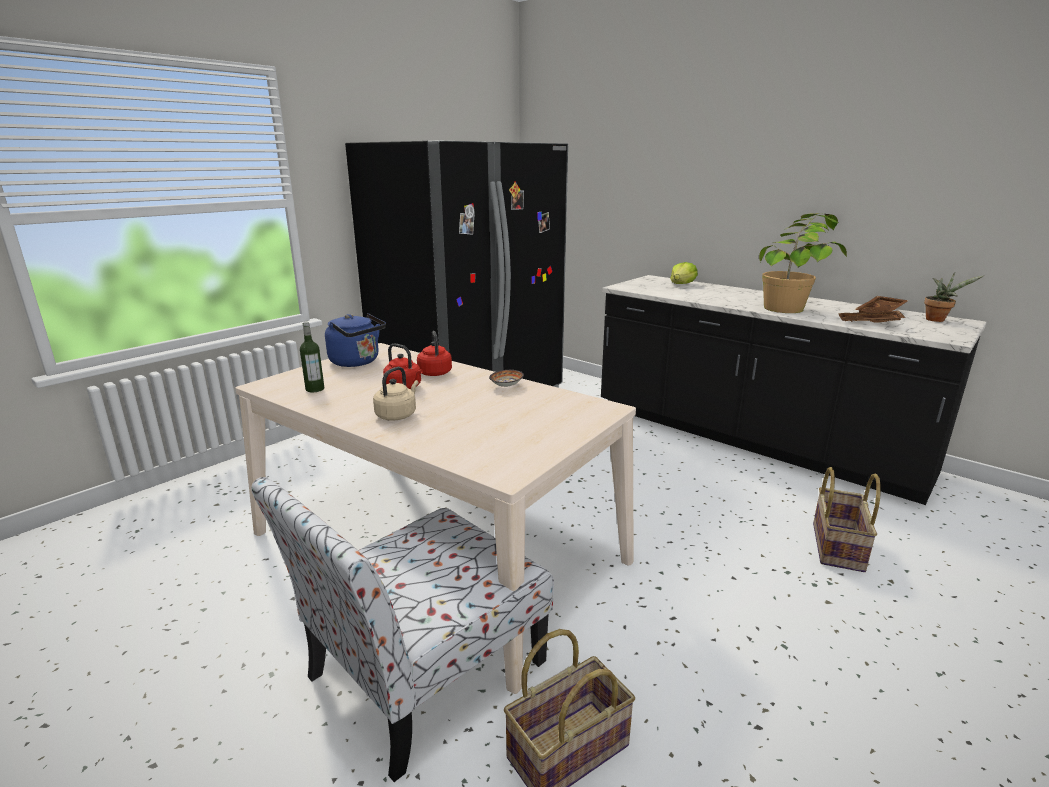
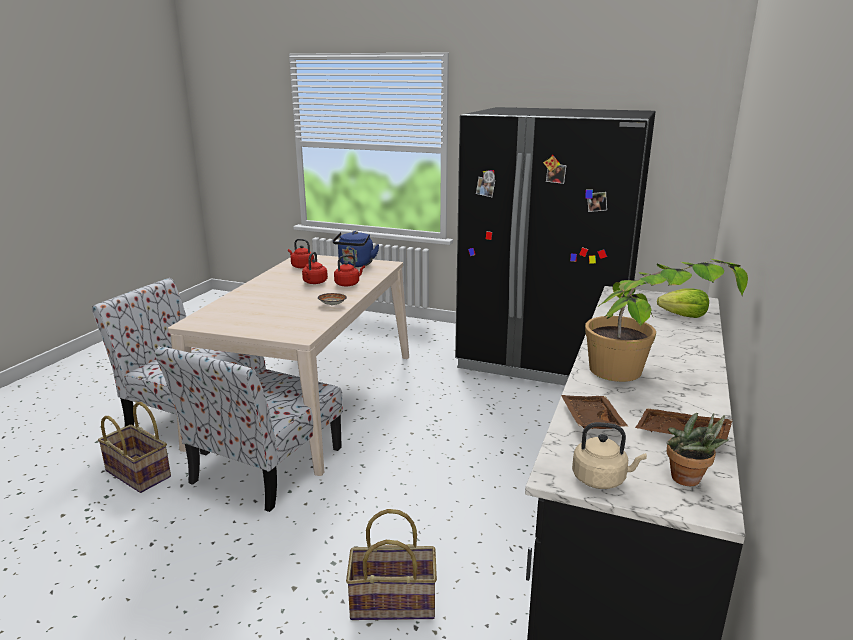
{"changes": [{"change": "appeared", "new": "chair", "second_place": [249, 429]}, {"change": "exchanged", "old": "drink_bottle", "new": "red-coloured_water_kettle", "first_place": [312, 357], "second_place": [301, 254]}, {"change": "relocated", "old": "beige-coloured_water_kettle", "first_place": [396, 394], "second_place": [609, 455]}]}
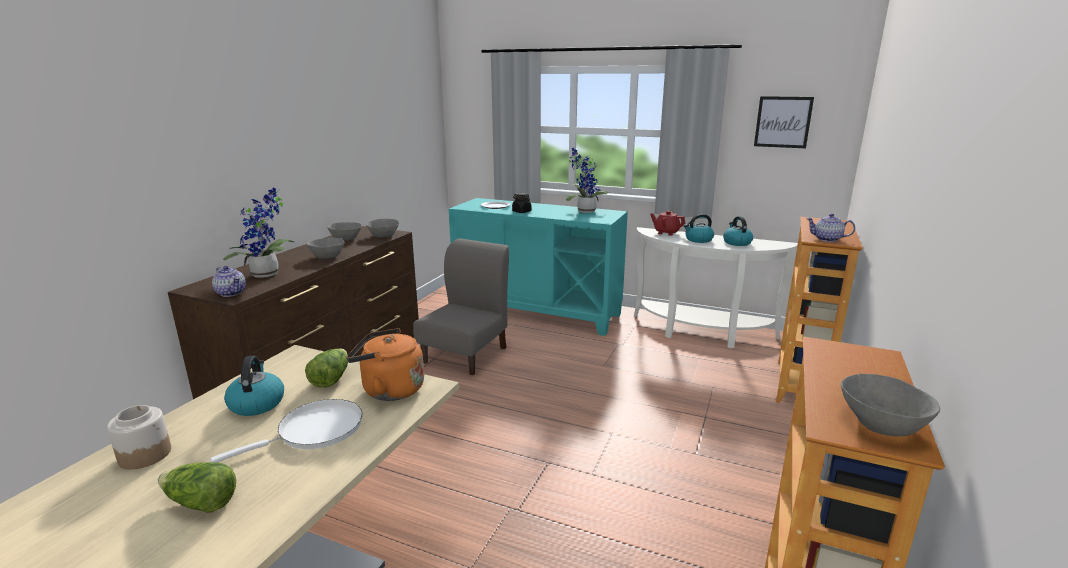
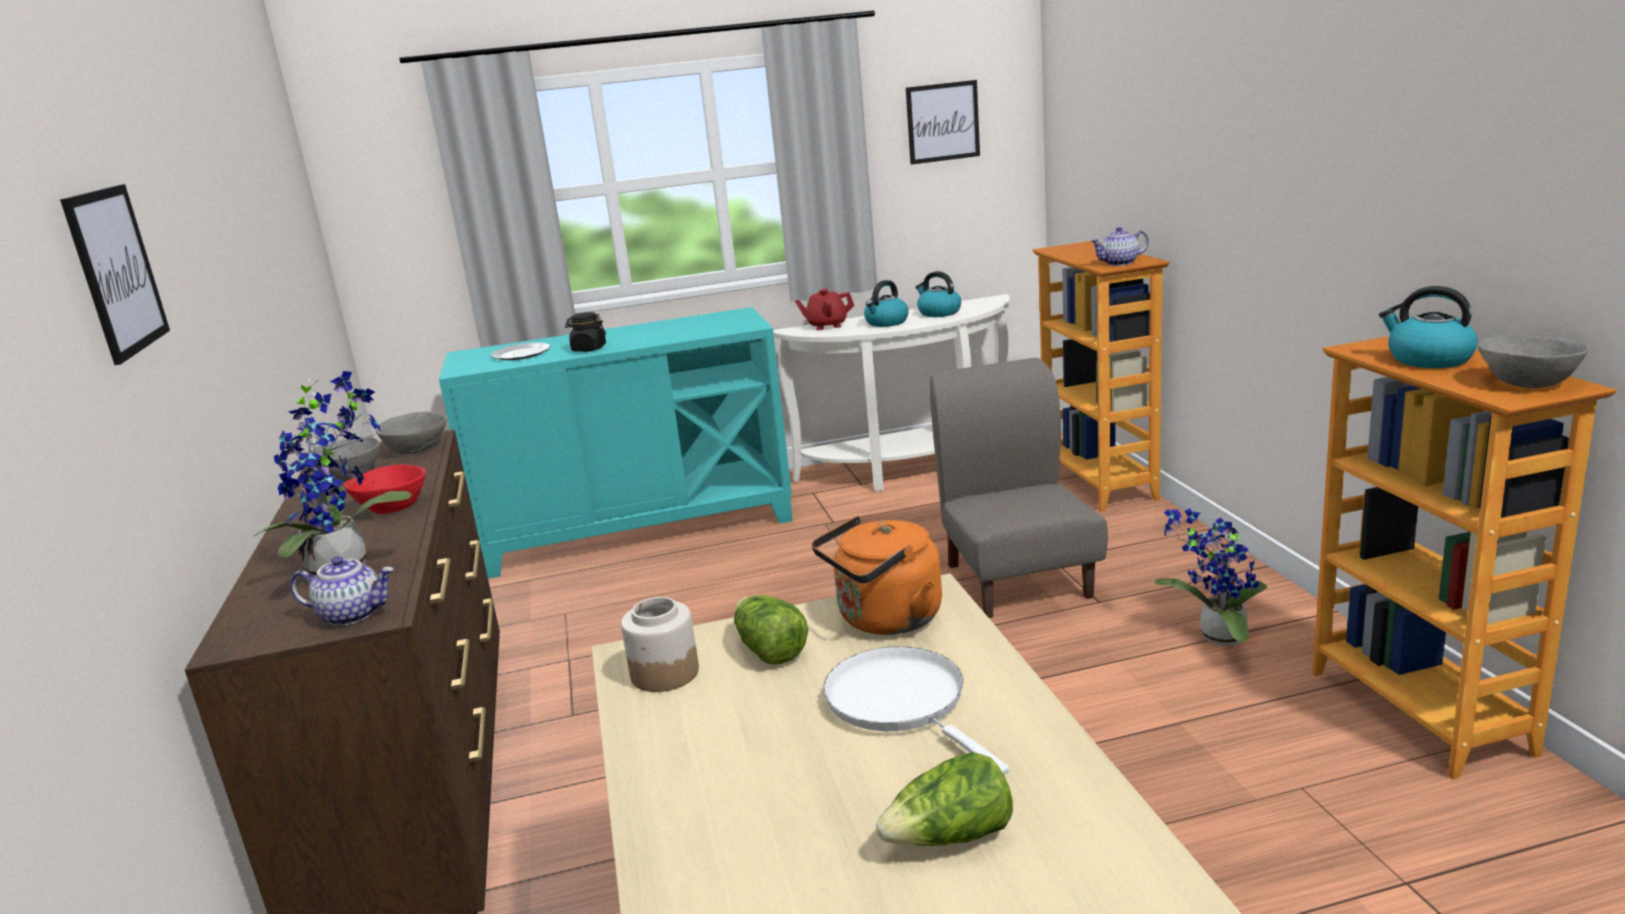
{"changes": [{"change": "appeared", "new": "wall_picture", "second_place": [115, 274]}, {"change": "colour", "old": "gray_deep_dish", "new": "red-coloured_deep_dish", "first_place": [325, 248], "second_place": [385, 489]}, {"change": "relocated", "old": "jar", "first_place": [139, 437], "second_place": [660, 644]}, {"change": "spun", "old": "whitish_frying_pan", "first_place": [286, 431], "second_place": [916, 710], "degrees": -45}, {"change": "relocated", "old": "gray_chair", "first_place": [461, 306], "second_place": [1019, 488]}, {"change": "relocated", "old": "houseplant", "first_place": [587, 180], "second_place": [1210, 577]}, {"change": "relocated", "old": "water_kettle", "first_place": [254, 386], "second_place": [1428, 327]}]}
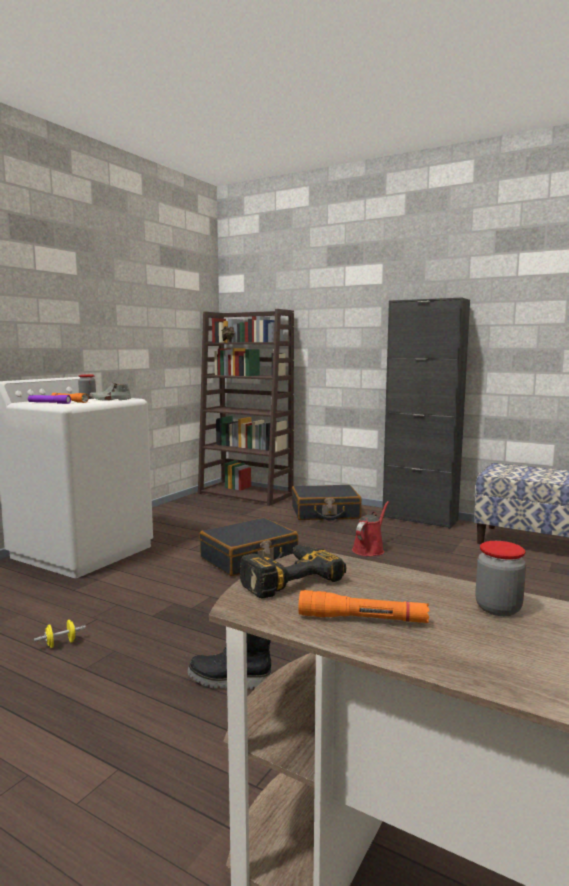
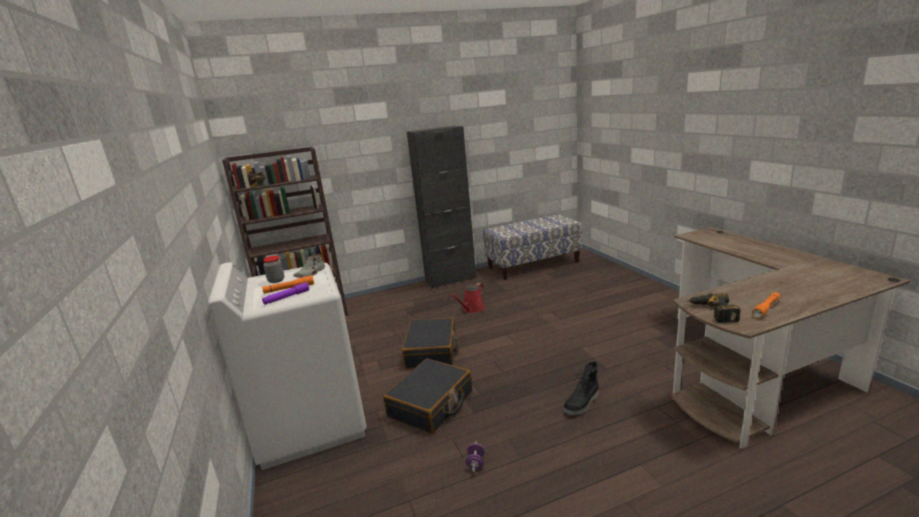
{"changes": [{"change": "relocated", "old": "black-coloured_travel_case", "first_place": [326, 502], "second_place": [427, 396]}, {"change": "spun", "old": "red-coloured_sprinkling_can", "first_place": [370, 528], "second_place": [467, 298], "degrees": -120}, {"change": "colour", "old": "yellow-coloured_dumbbell", "new": "purplish_dumbbell", "first_place": [60, 634], "second_place": [475, 457]}, {"change": "missing", "old": "jar", "first_place": [500, 578]}]}
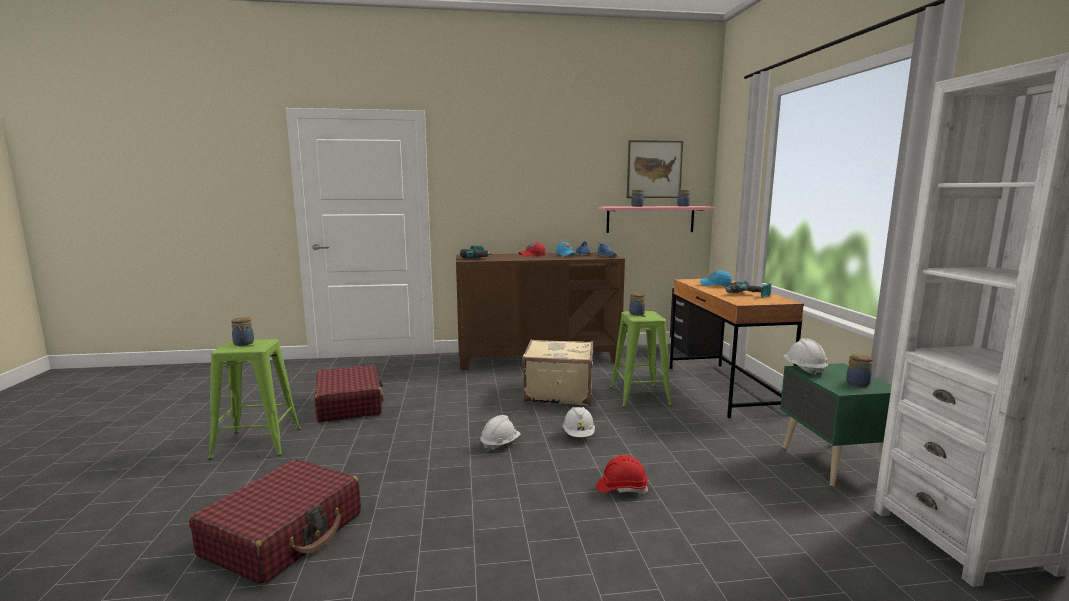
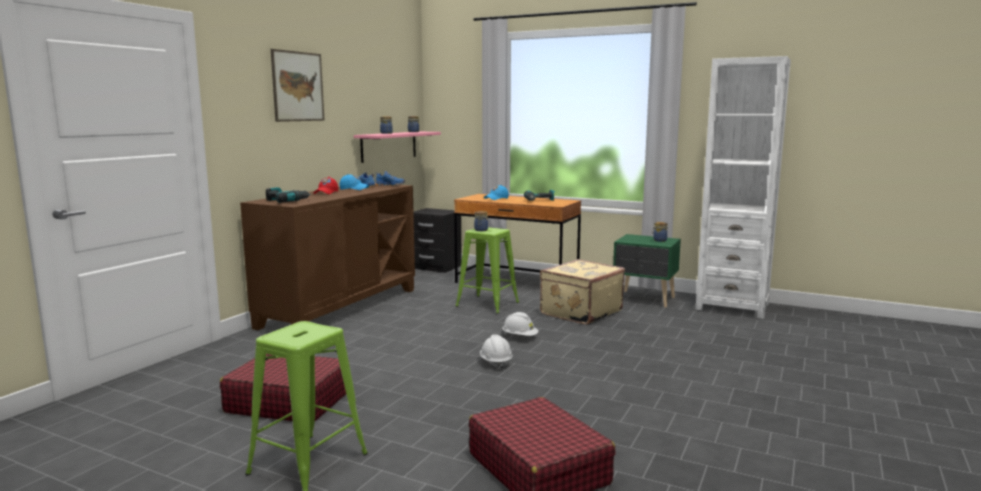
{"changes": [{"change": "relocated", "old": "wall_picture", "first_place": [655, 169], "second_place": [298, 85]}, {"change": "relocated", "old": "beige-coloured_travel_case", "first_place": [557, 372], "second_place": [582, 292]}, {"change": "missing", "old": "jar", "first_place": [242, 331]}, {"change": "missing", "old": "red-coloured_safety_helmet", "first_place": [622, 474]}, {"change": "missing", "old": "whitish_safety_helmet", "first_place": [805, 357]}]}
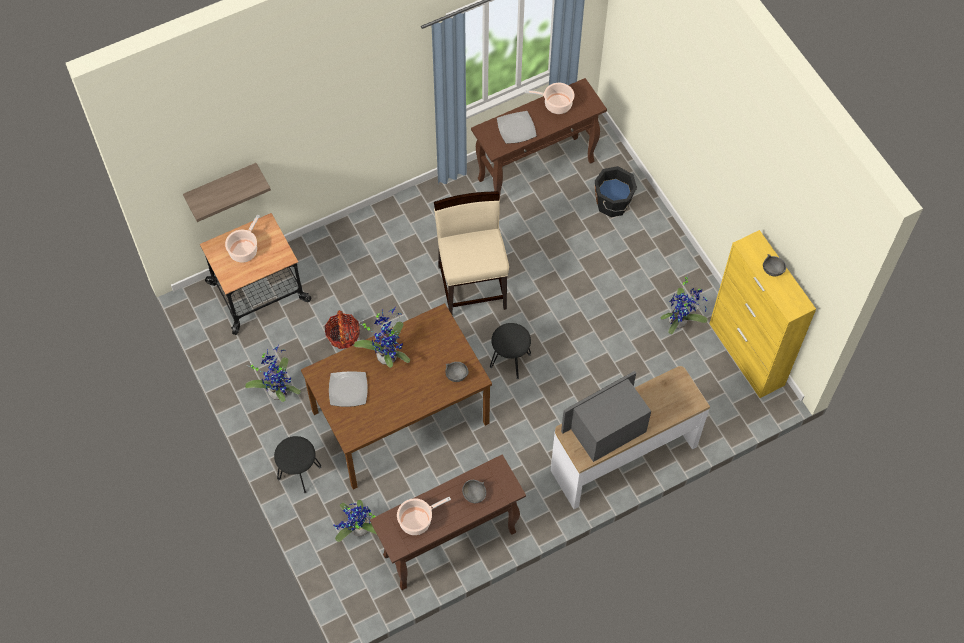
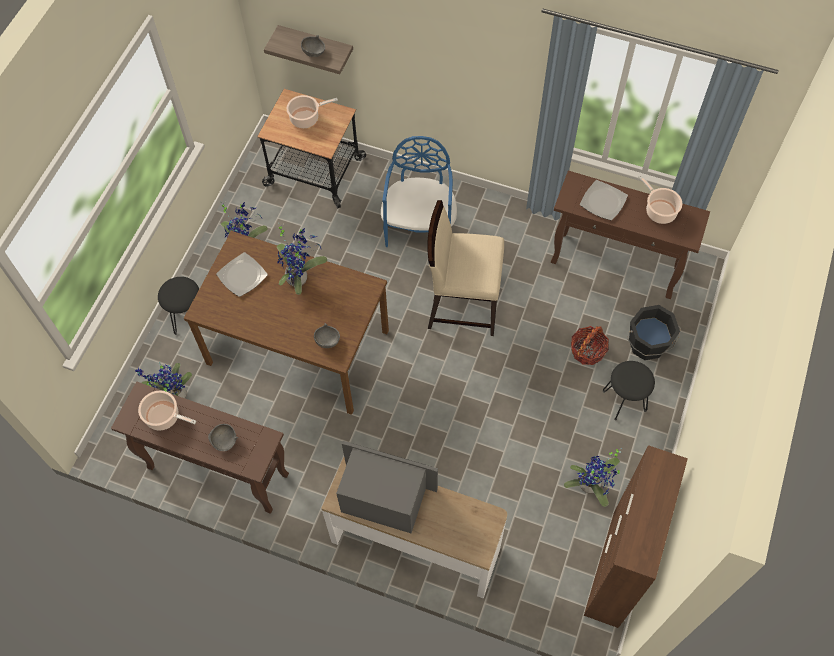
{"changes": [{"change": "relocated", "old": "gray_deep_dish", "first_place": [774, 265], "second_place": [313, 46]}, {"change": "appeared", "new": "blue-coloured_chair", "second_place": [419, 191]}, {"change": "spun", "old": "beige-coloured_chair", "first_place": [471, 253], "second_place": [465, 268], "degrees": -120}, {"change": "relocated", "old": "household_basket", "first_place": [342, 329], "second_place": [590, 345]}, {"change": "colour", "old": "yellow-coloured_storage_cabinet", "new": "brown_storage_cabinet", "first_place": [762, 314], "second_place": [636, 536]}, {"change": "relocated", "old": "black-coloured_stool_seat", "first_place": [510, 351], "second_place": [629, 390]}]}
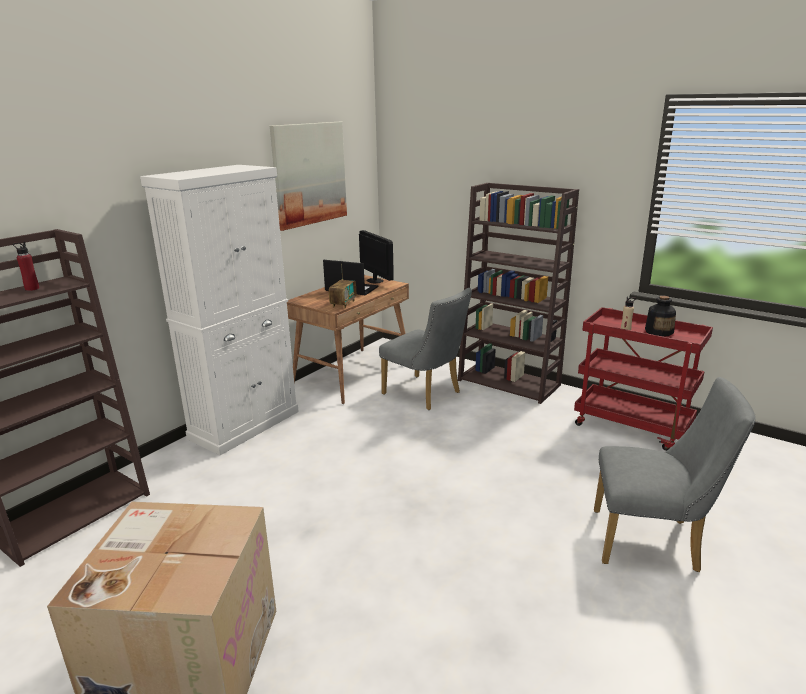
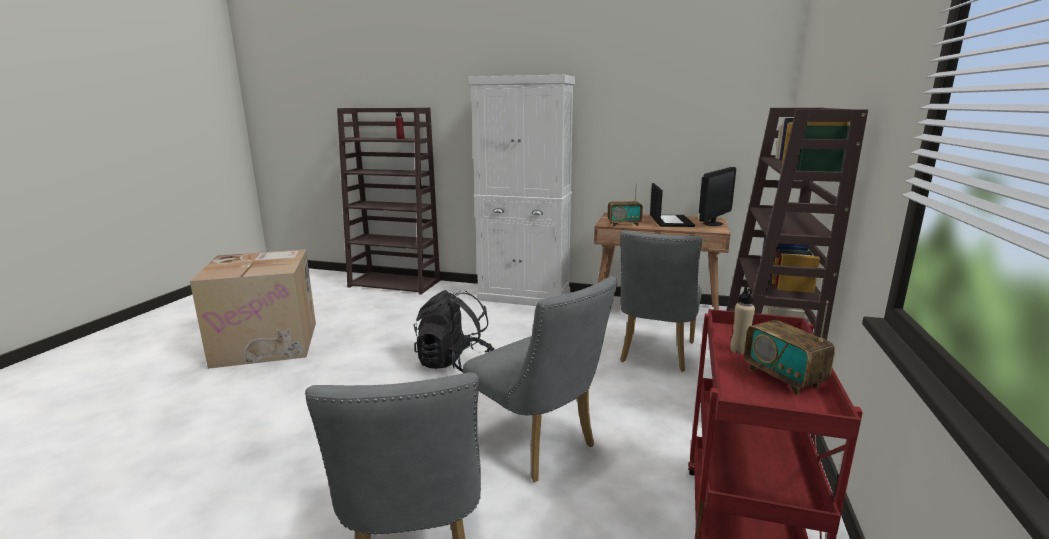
{"changes": [{"change": "appeared", "new": "black-coloured_rucksack", "second_place": [454, 331]}, {"change": "appeared", "new": "gray_chair", "second_place": [540, 379]}, {"change": "exchanged", "old": "drink_bottle", "new": "radio_set", "first_place": [660, 316], "second_place": [789, 348]}, {"change": "missing", "old": "wall_picture", "first_place": [308, 176]}]}
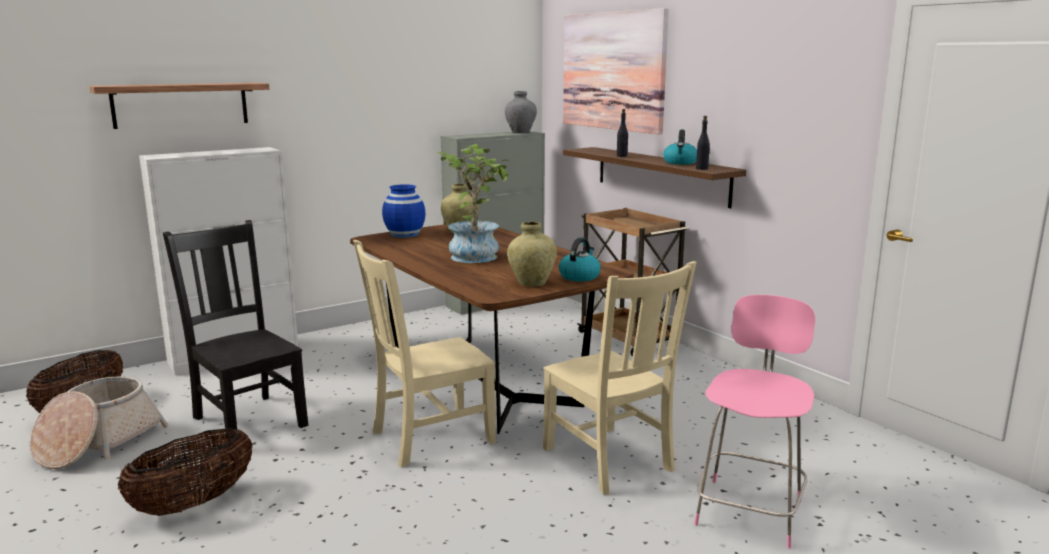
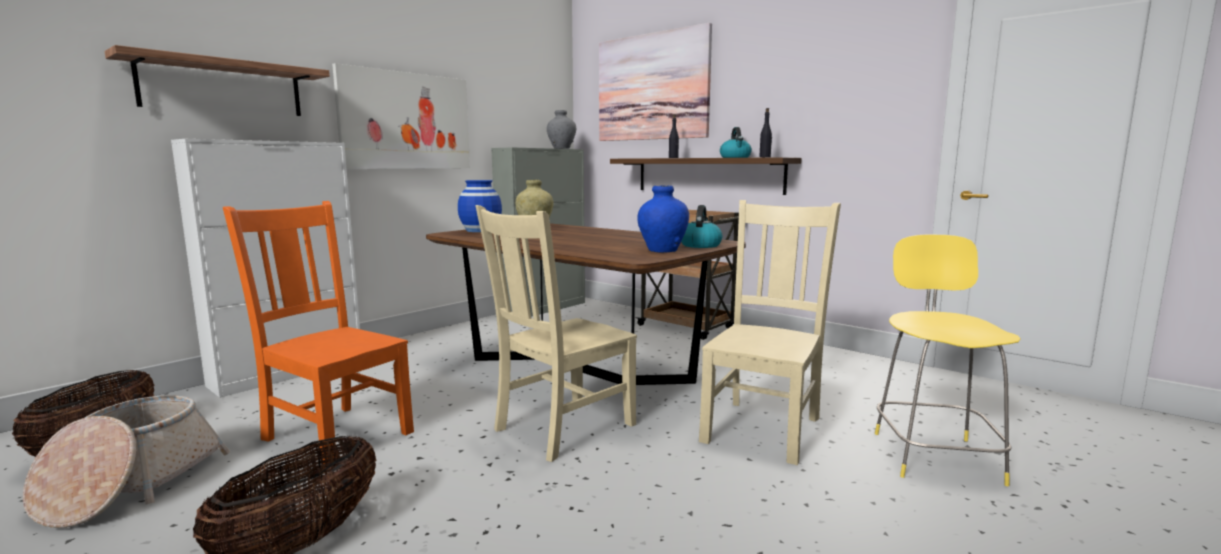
{"changes": [{"change": "colour", "old": "black-coloured_chair", "new": "orangey_chair", "first_place": [235, 333], "second_place": [318, 334]}, {"change": "appeared", "new": "wall_picture", "second_place": [401, 116]}, {"change": "colour", "old": "beige-coloured_decorative_vase", "new": "blue-coloured_decorative_vase", "first_place": [532, 254], "second_place": [663, 218]}, {"change": "spun", "old": "beige-coloured_chair", "first_place": [620, 378], "second_place": [770, 332], "degrees": -105}, {"change": "colour", "old": "pinkish_stool_seat", "new": "yellow-coloured_stool_seat", "first_place": [754, 421], "second_place": [948, 360]}, {"change": "missing", "old": "houseplant", "first_place": [473, 203]}]}
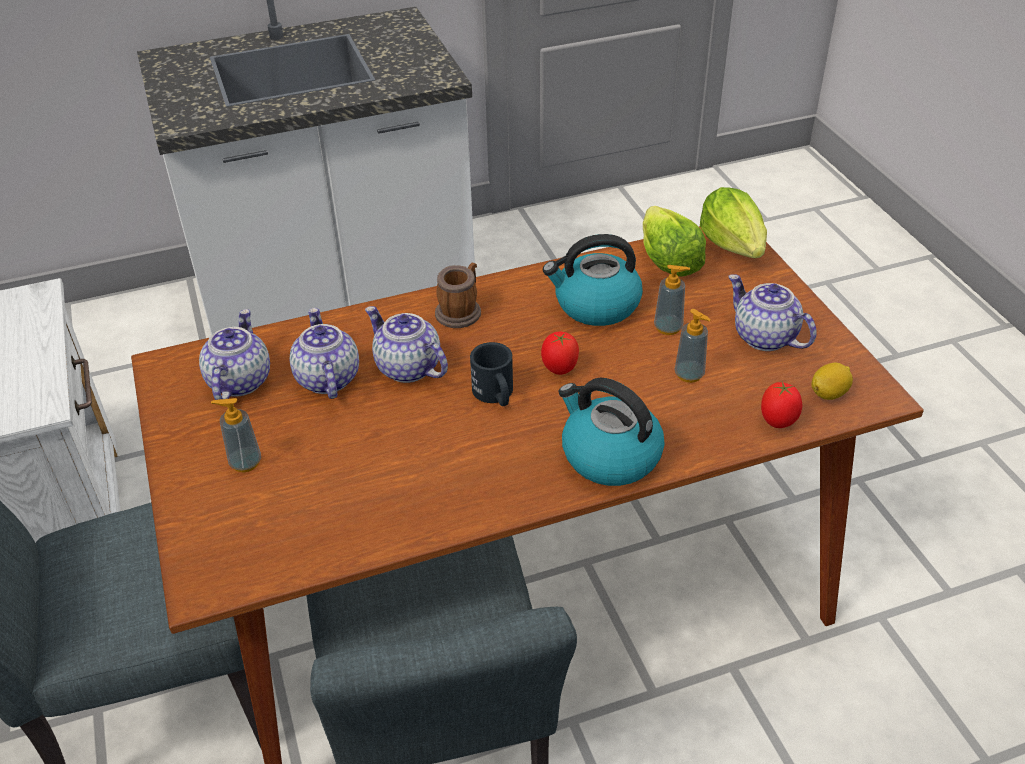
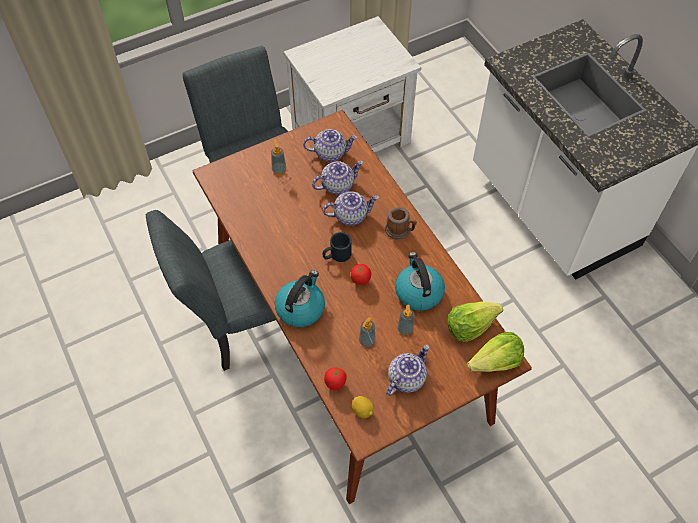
{"changes": [{"change": "spun", "old": "tea_pot", "first_place": [406, 344], "second_place": [351, 208], "degrees": 45}]}
